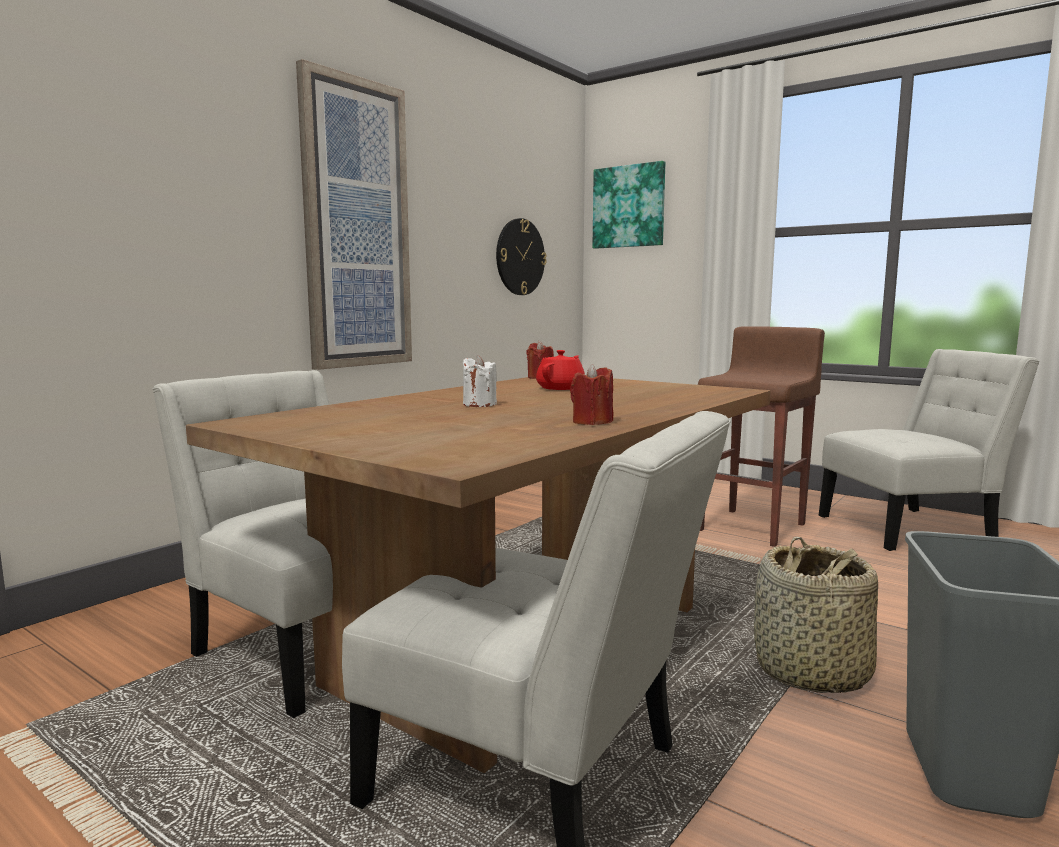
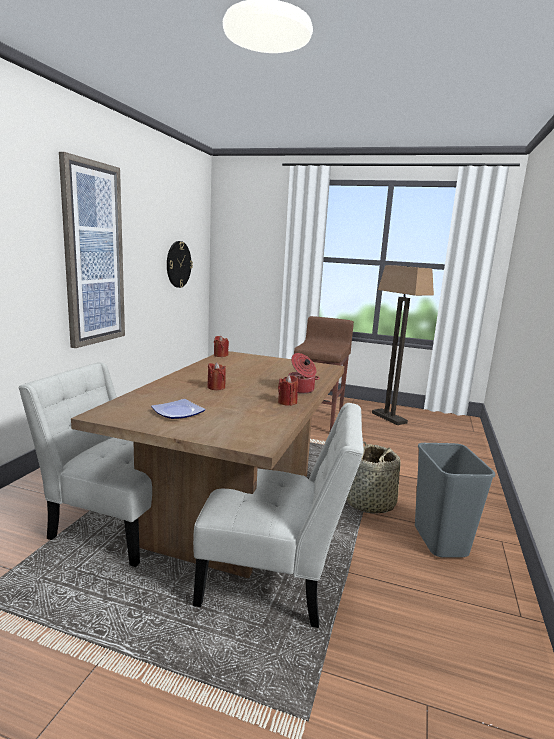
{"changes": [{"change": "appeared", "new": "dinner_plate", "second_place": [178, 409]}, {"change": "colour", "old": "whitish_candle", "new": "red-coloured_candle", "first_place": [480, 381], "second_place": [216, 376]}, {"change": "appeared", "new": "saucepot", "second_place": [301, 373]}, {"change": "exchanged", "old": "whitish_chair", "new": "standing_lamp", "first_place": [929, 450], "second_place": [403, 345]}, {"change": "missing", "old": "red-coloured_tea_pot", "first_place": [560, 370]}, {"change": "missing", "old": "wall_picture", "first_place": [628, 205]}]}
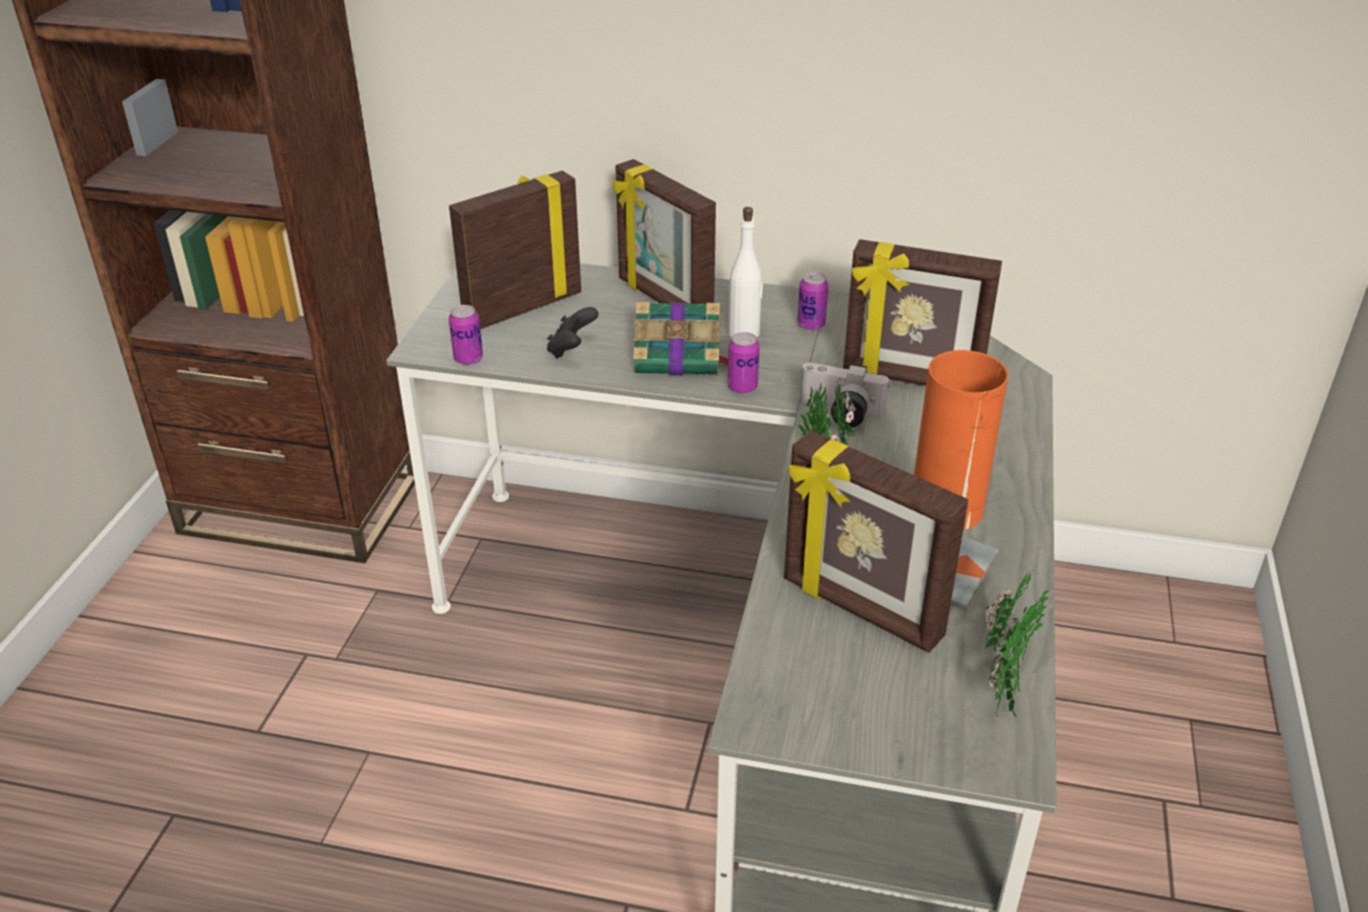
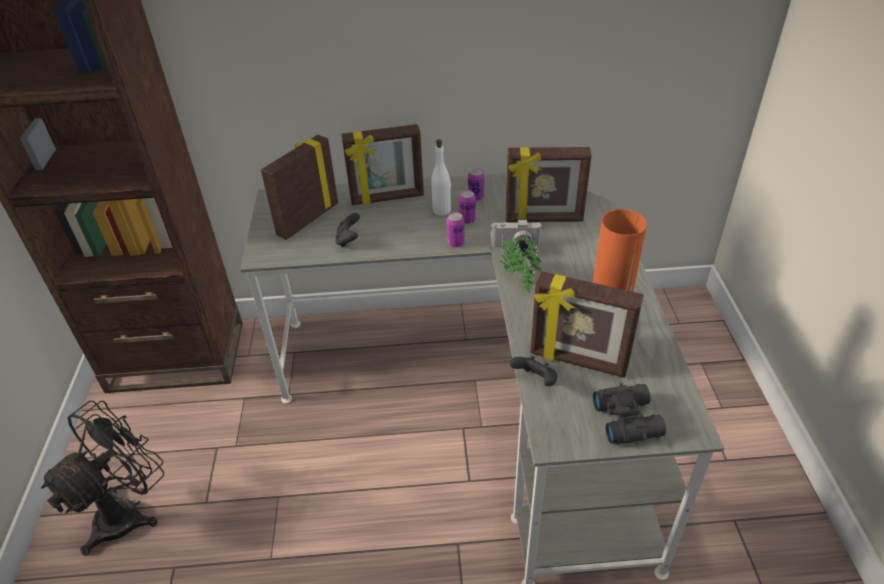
{"changes": [{"change": "appeared", "new": "black-coloured_fan", "second_place": [102, 478]}, {"change": "spun", "old": "photo_frame", "first_place": [664, 231], "second_place": [382, 164], "degrees": -45}, {"change": "relocated", "old": "sealed_can", "first_place": [466, 335], "second_place": [467, 207]}, {"change": "appeared", "new": "black-coloured_game_controller", "second_place": [534, 371]}, {"change": "appeared", "new": "black-coloured_pair_of_binoculars", "second_place": [629, 413]}, {"change": "missing", "old": "book", "first_place": [680, 338]}, {"change": "missing", "old": "houseplant", "first_place": [1017, 644]}]}
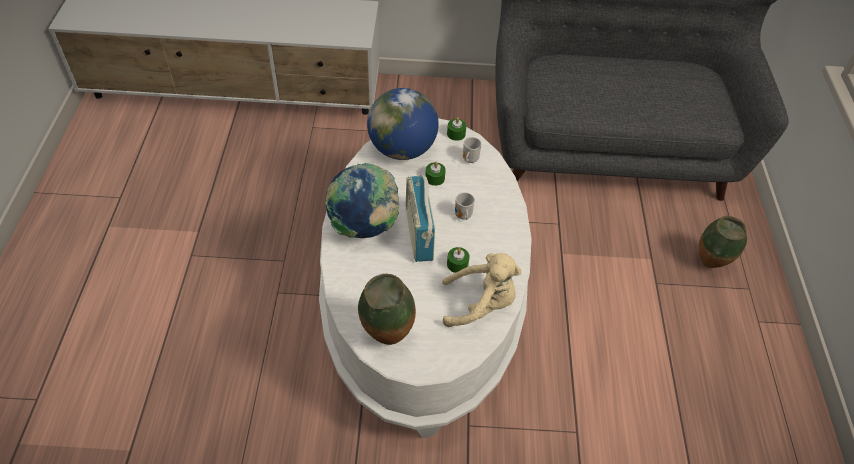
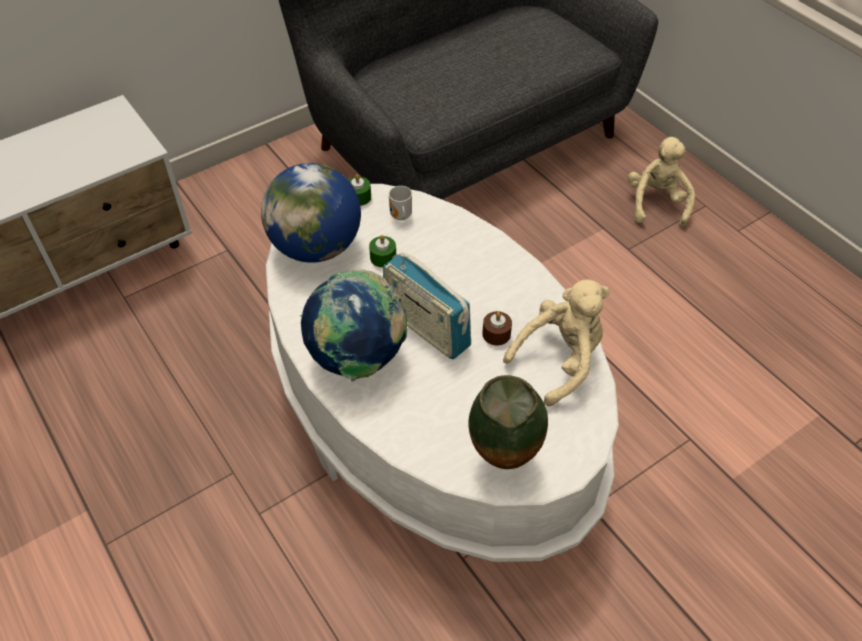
{"changes": [{"change": "colour", "old": "green-coloured_candle", "new": "brown_candle", "first_place": [458, 260], "second_place": [497, 328]}, {"change": "exchanged", "old": "decorative_vase", "new": "beige-coloured_plush_toy", "first_place": [723, 242], "second_place": [661, 182]}, {"change": "missing", "old": "coffee_mug", "first_place": [465, 206]}]}
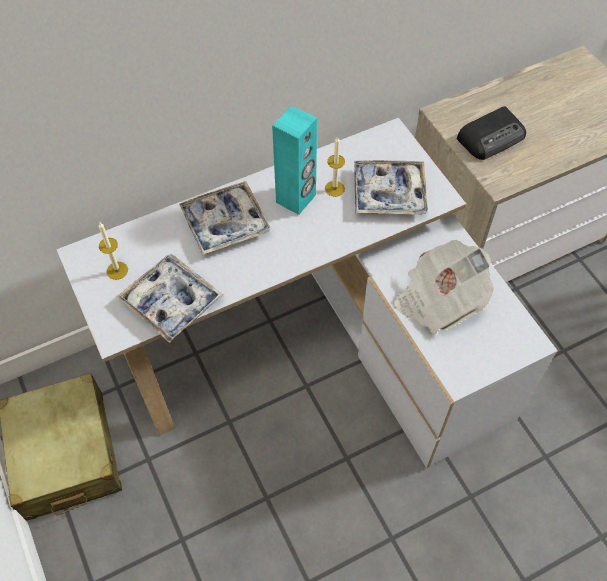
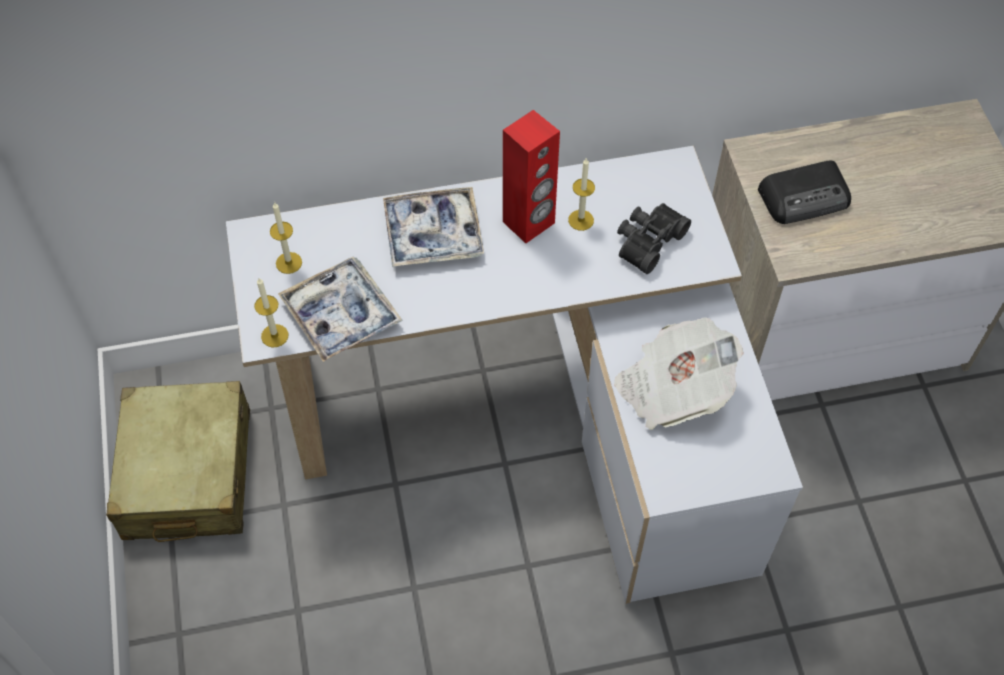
{"changes": [{"change": "appeared", "new": "candle", "second_place": [271, 312]}, {"change": "colour", "old": "turquoise_speaker", "new": "red-coloured_speaker", "first_place": [294, 160], "second_place": [531, 176]}, {"change": "exchanged", "old": "carrying_tray", "new": "black-coloured_pair_of_binoculars", "first_place": [391, 187], "second_place": [654, 238]}]}
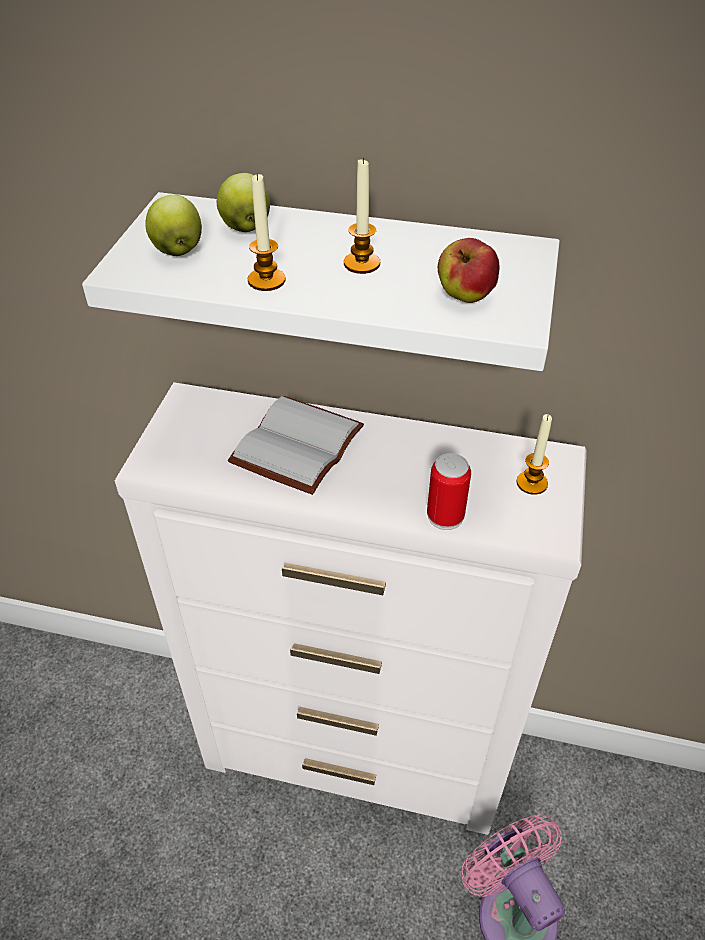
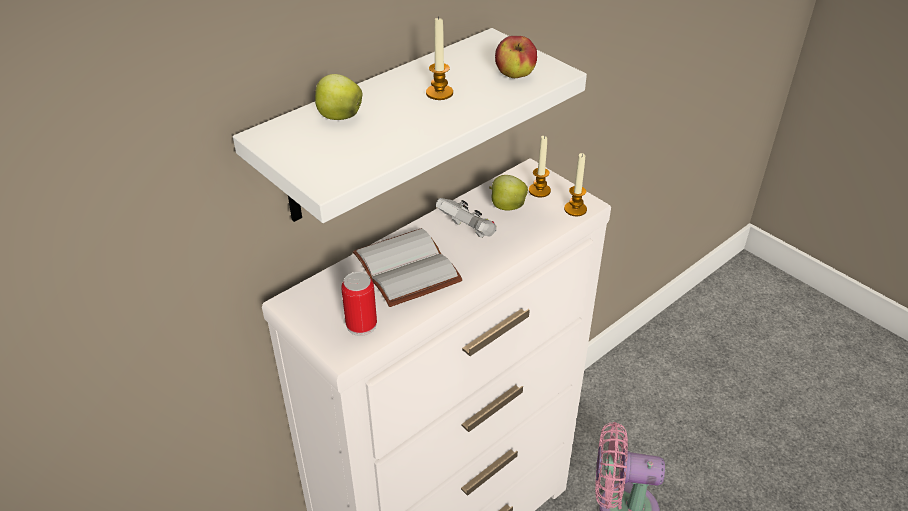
{"changes": [{"change": "relocated", "old": "sealed_can", "first_place": [449, 491], "second_place": [359, 304]}, {"change": "appeared", "new": "whitish_game_controller", "second_place": [465, 218]}, {"change": "relocated", "old": "whole_apple", "first_place": [173, 225], "second_place": [508, 192]}, {"change": "relocated", "old": "candle", "first_place": [267, 232], "second_place": [575, 184]}]}
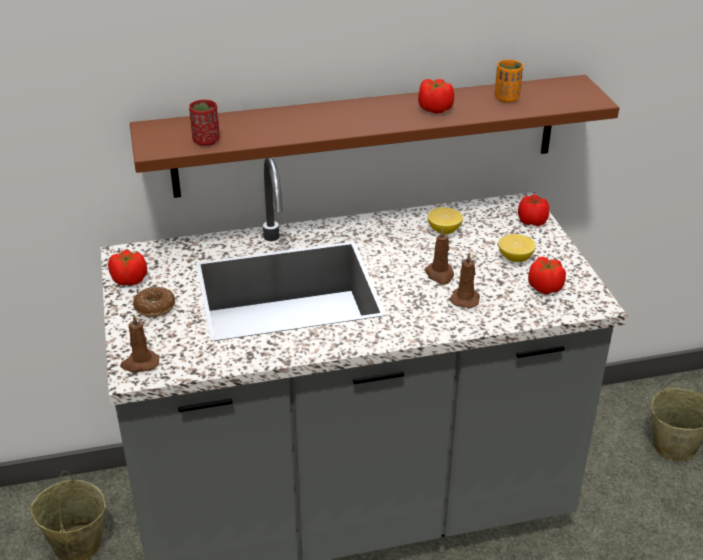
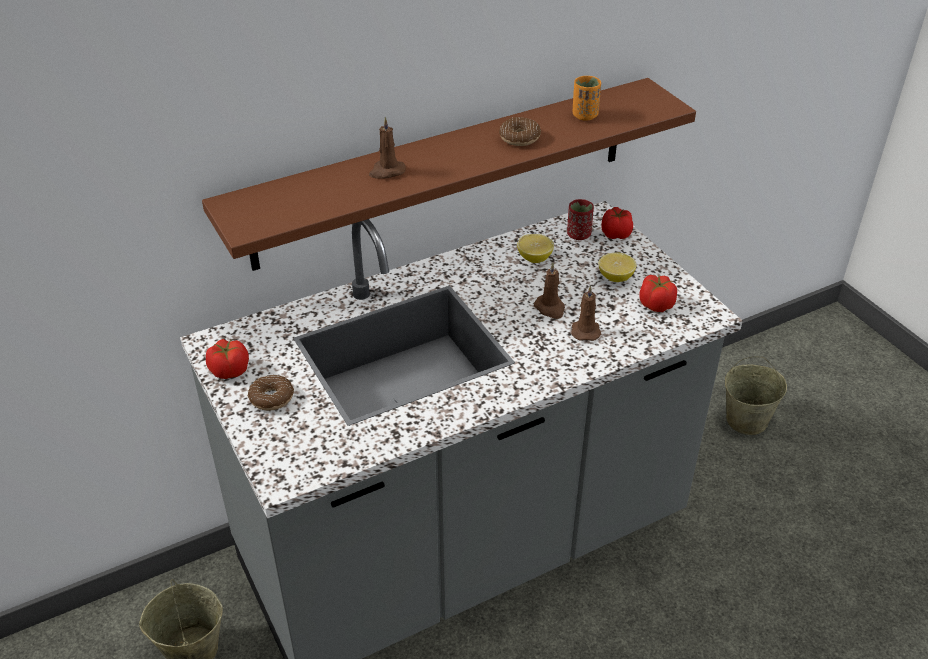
{"changes": [{"change": "relocated", "old": "brown_candle", "first_place": [139, 343], "second_place": [387, 148]}, {"change": "exchanged", "old": "fresh_tomato", "new": "ring_doughnut", "first_place": [436, 96], "second_place": [520, 131]}, {"change": "relocated", "old": "red-coloured_drinking_cup", "first_place": [204, 123], "second_place": [580, 219]}]}
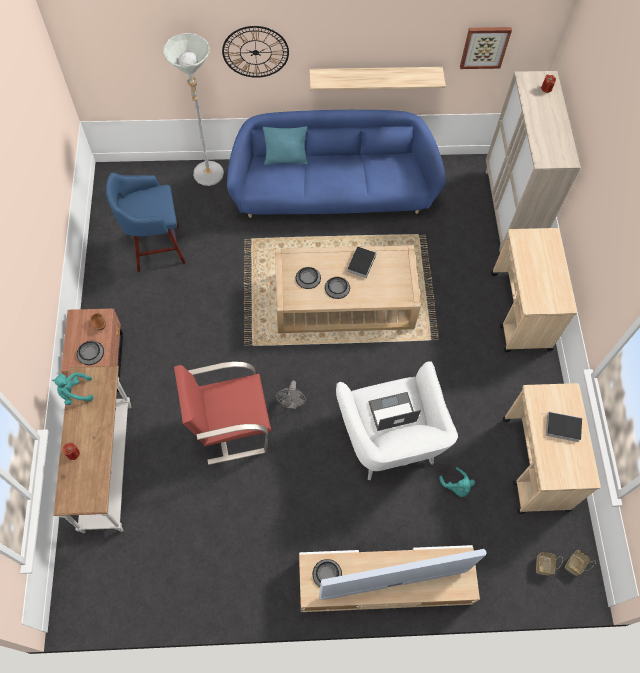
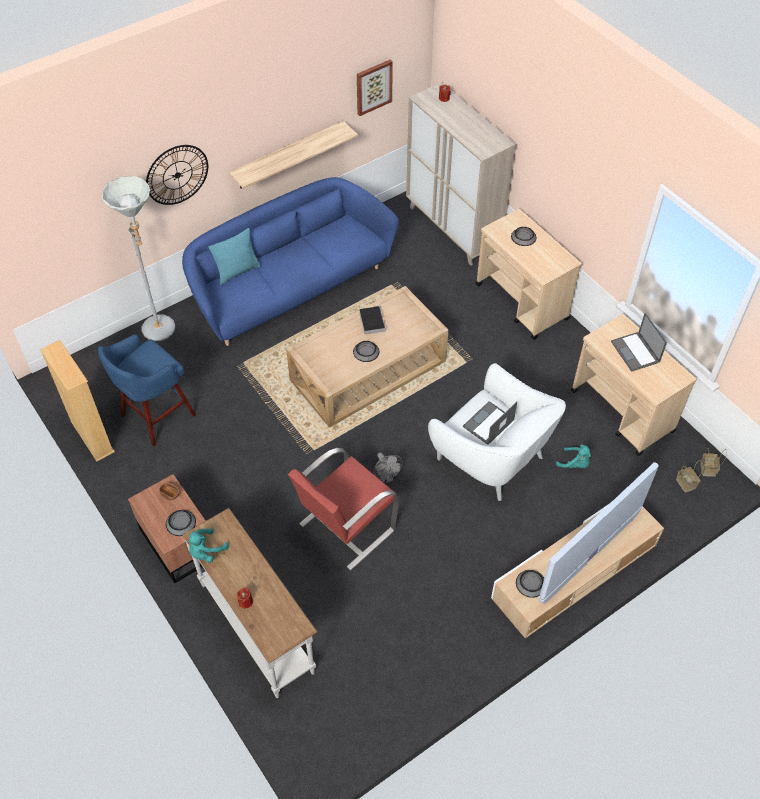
{"changes": [{"change": "appeared", "new": "beige-coloured_bookshelf", "second_place": [77, 400]}, {"change": "relocated", "old": "deep_dish", "first_place": [308, 278], "second_place": [523, 236]}, {"change": "exchanged", "old": "book", "new": "laptop", "first_place": [561, 427], "second_place": [639, 342]}]}
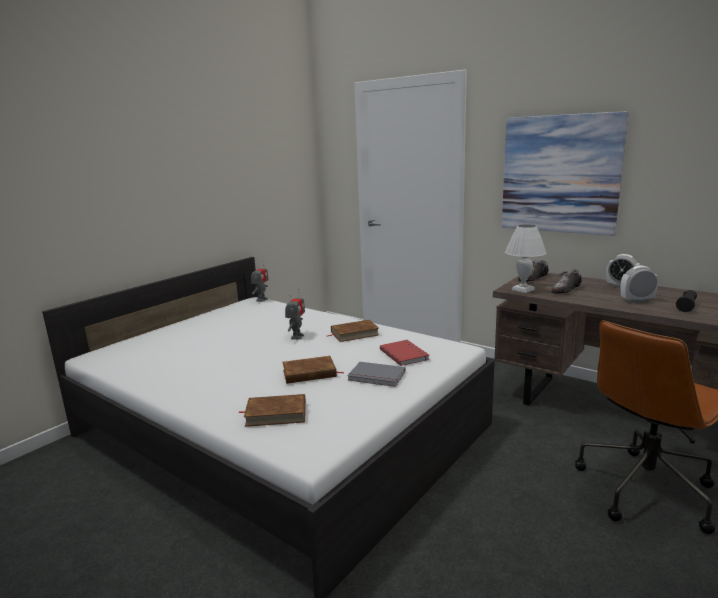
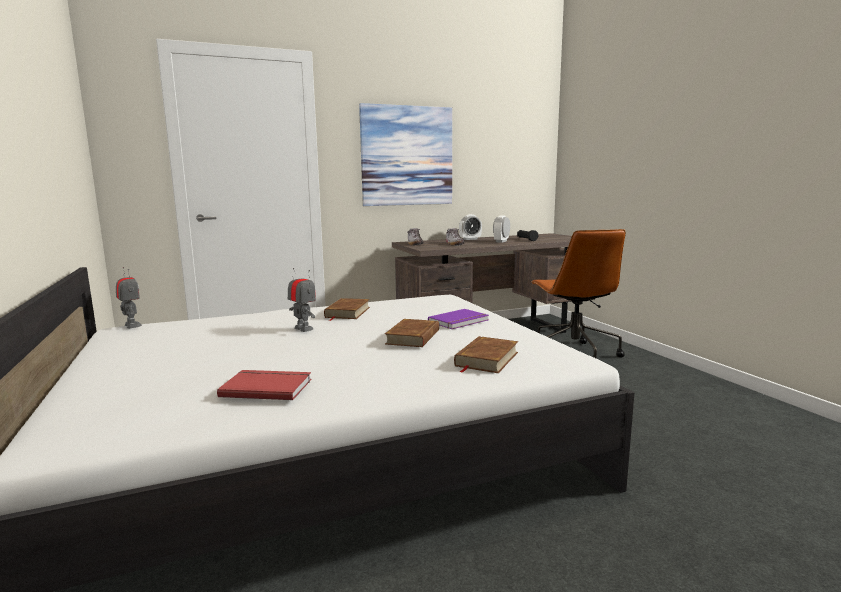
{"changes": [{"change": "relocated", "old": "red-coloured_book", "first_place": [405, 353], "second_place": [264, 385]}, {"change": "colour", "old": "gray_book", "new": "purplish_book", "first_place": [376, 374], "second_place": [458, 319]}, {"change": "missing", "old": "whitish_lamp_for_a_table", "first_place": [525, 258]}]}
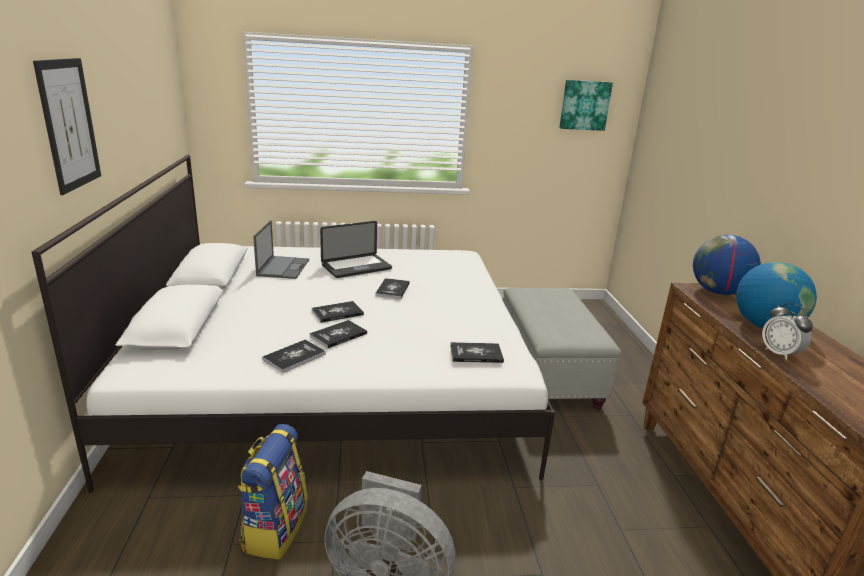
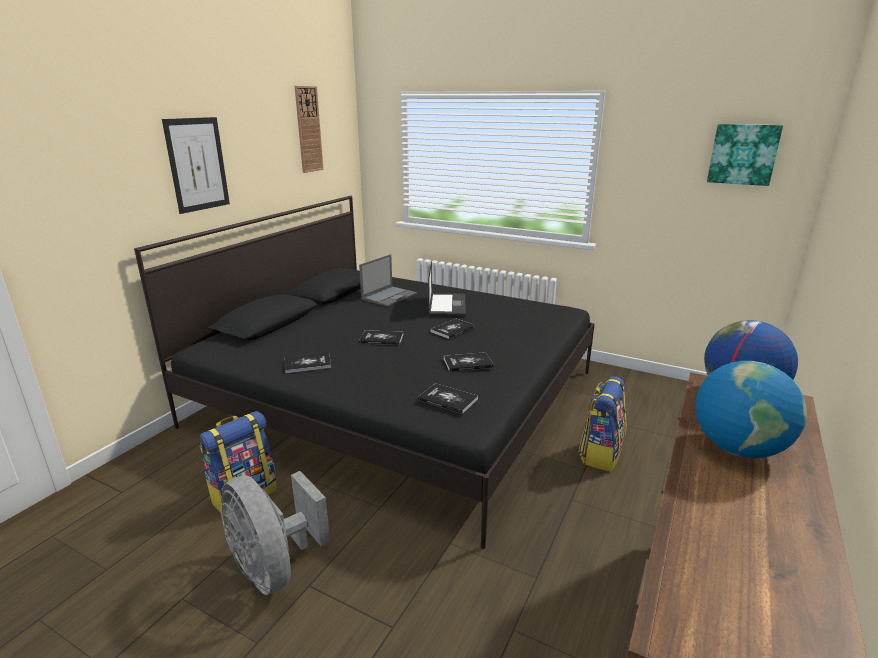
{"changes": [{"change": "colour", "old": "whitish_bed", "new": "black-coloured_bed", "first_place": [293, 324], "second_place": [364, 372]}, {"change": "appeared", "new": "hanging_clock", "second_place": [309, 129]}, {"change": "spun", "old": "laptop", "first_place": [356, 249], "second_place": [447, 289], "degrees": -90}, {"change": "relocated", "old": "book", "first_place": [338, 334], "second_place": [469, 362]}, {"change": "exchanged", "old": "gray_footrest", "new": "rucksack", "first_place": [562, 349], "second_place": [602, 424]}, {"change": "missing", "old": "bedside_clock", "first_place": [787, 331]}]}
